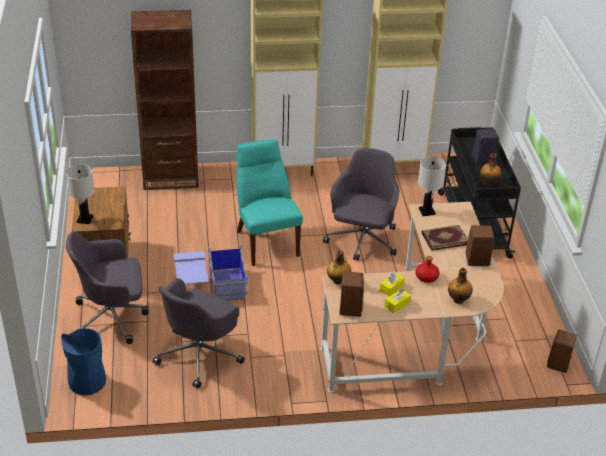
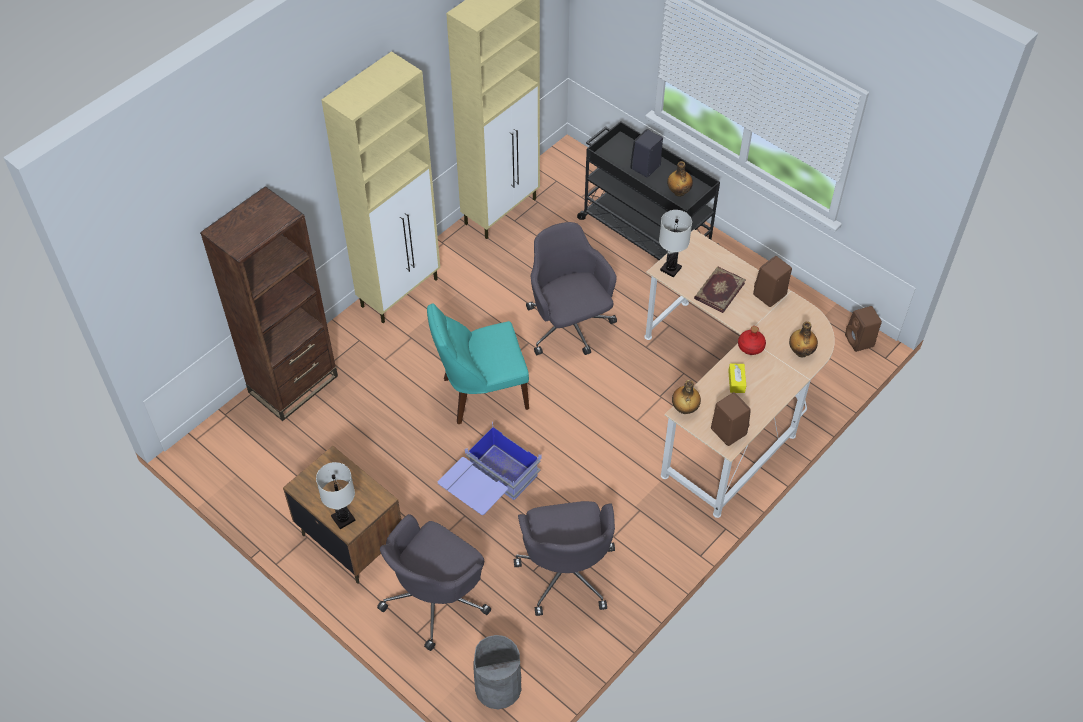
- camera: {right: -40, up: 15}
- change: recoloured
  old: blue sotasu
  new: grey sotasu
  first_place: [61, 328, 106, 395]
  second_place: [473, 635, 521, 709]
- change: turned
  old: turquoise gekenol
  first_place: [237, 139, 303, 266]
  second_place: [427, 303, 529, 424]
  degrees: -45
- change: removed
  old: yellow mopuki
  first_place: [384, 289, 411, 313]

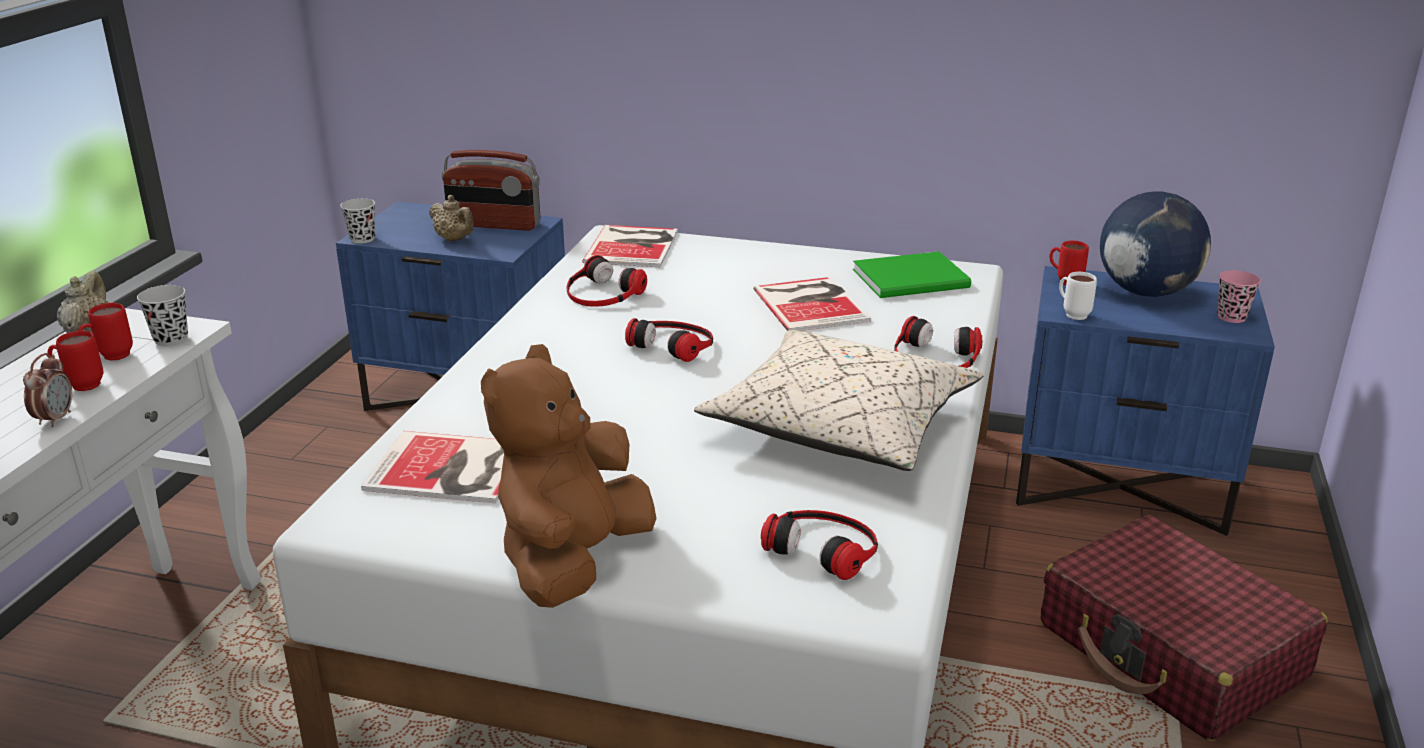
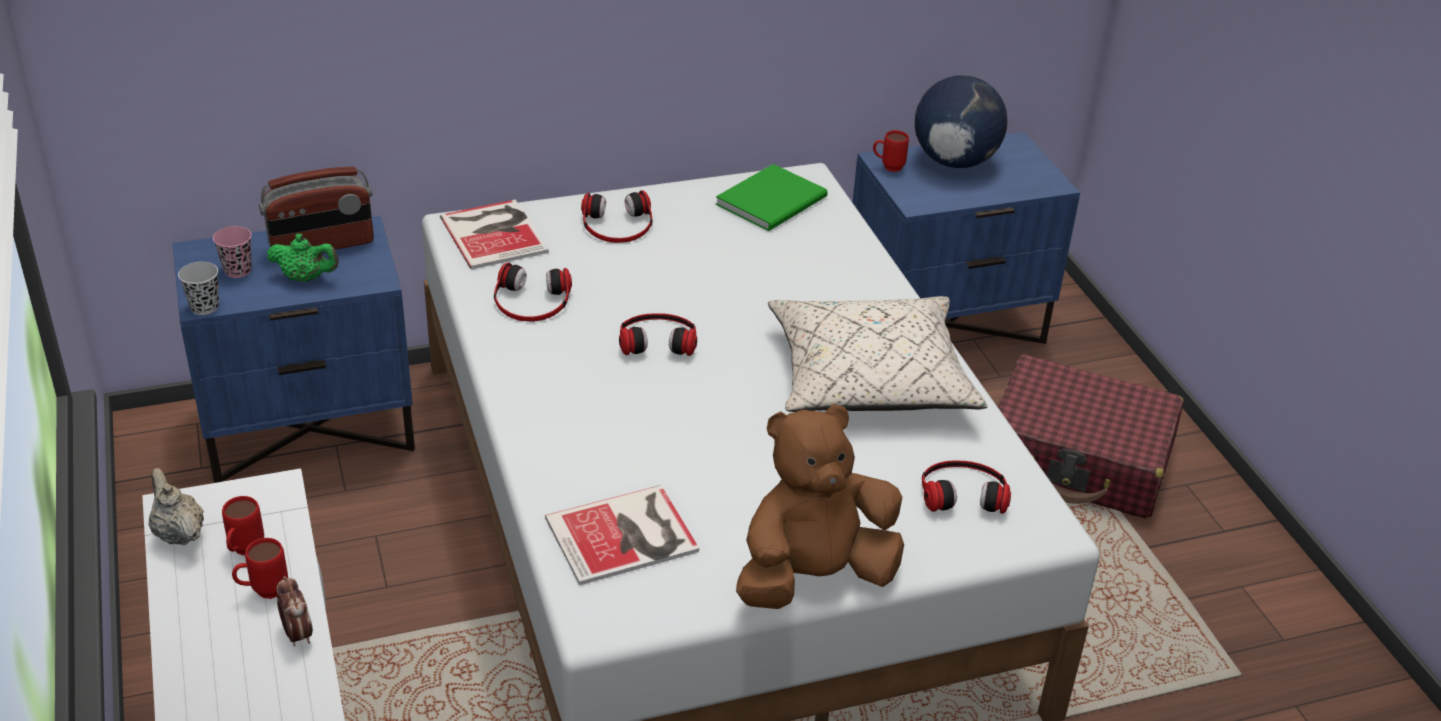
- camera: {right: -35, up: 10}
- change: removed
  old: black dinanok
  first_place: [137, 285, 188, 346]
- change: recoloured
  old: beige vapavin
  new: green vapavin
  first_place: [429, 195, 474, 241]
  second_place: [267, 234, 339, 282]
- change: turned
  old: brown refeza
  first_place: [481, 344, 656, 608]
  second_place: [736, 404, 904, 609]
  degrees: 75
- change: removed
  old: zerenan
  first_place: [753, 277, 871, 331]
- change: moved
  old: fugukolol
  first_place: [894, 316, 982, 368]
  second_place: [581, 190, 653, 243]
- change: removed
  old: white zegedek
  first_place: [1059, 272, 1097, 320]
- change: moved
  old: pink dinanok
  first_place: [1217, 270, 1261, 323]
  second_place: [213, 226, 252, 278]

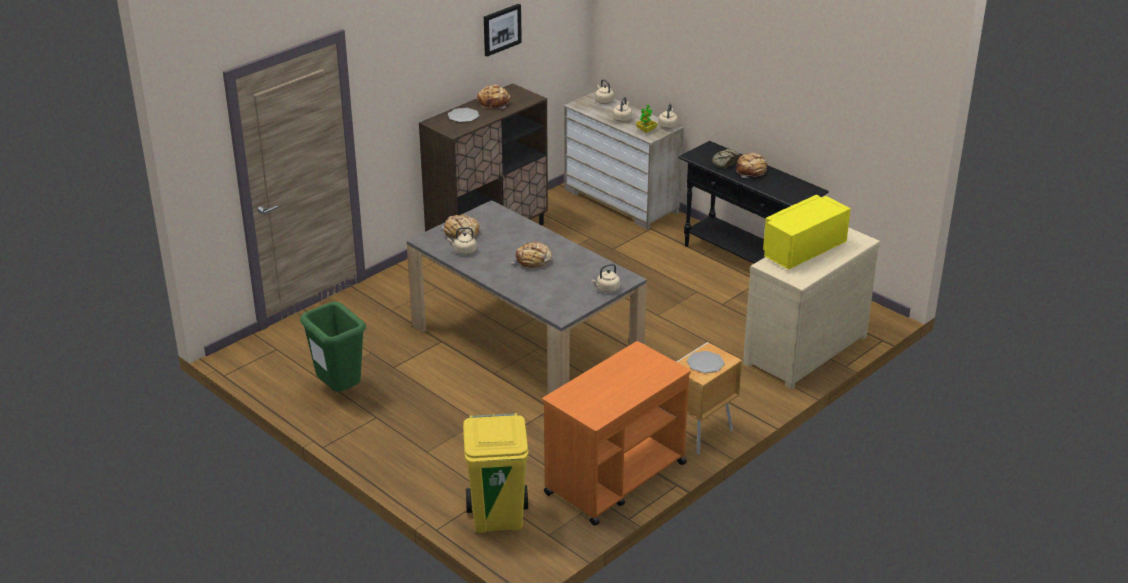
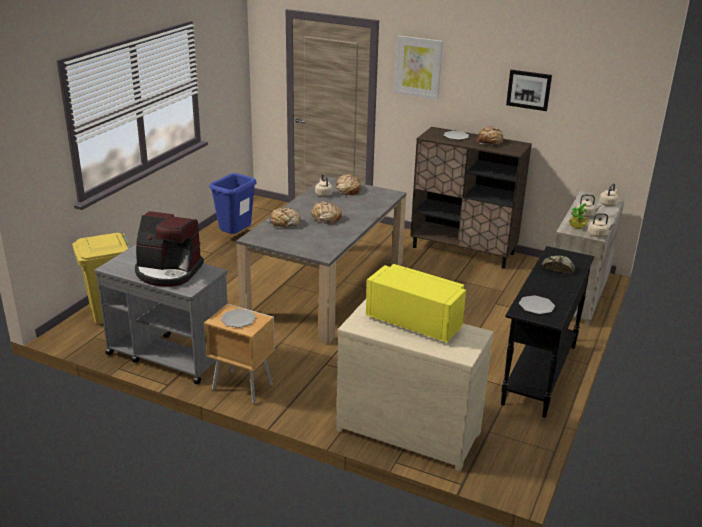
- camera: {right: 70, up: -5}
- change: recoloured
  old: green sotasu
  new: blue sotasu
  first_place: [300, 301, 366, 392]
  second_place: [209, 173, 256, 234]
- change: recoloured
  old: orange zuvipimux
  new: grey zuvipimux
  first_place: [542, 341, 691, 526]
  second_place: [95, 245, 228, 384]
- change: removed
  old: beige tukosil
  first_place: [591, 264, 620, 293]
- change: moved
  old: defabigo
  first_place: [736, 153, 767, 178]
  second_place: [267, 207, 300, 229]
- change: added
  new: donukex
  second_place: [135, 211, 204, 287]
- change: added
  new: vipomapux
  second_place: [395, 35, 443, 99]
- change: added
  new: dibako
  second_place: [519, 295, 555, 314]

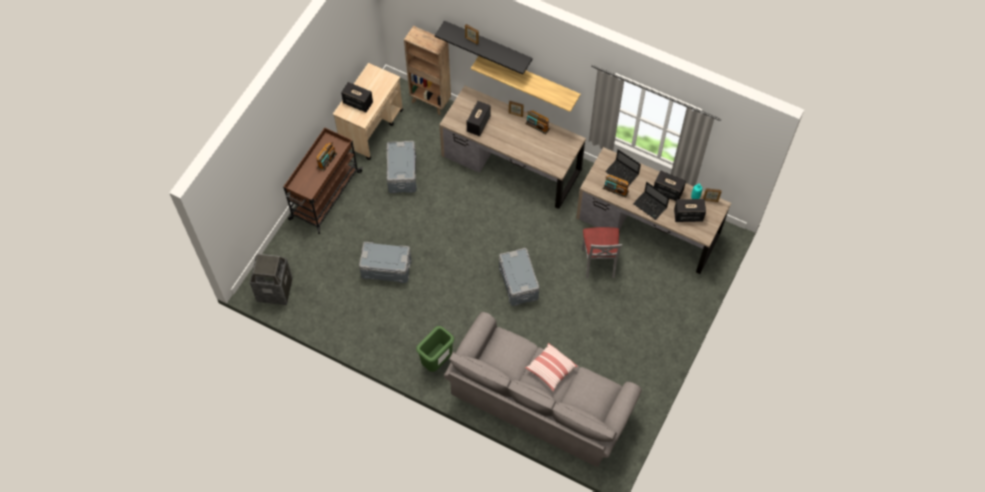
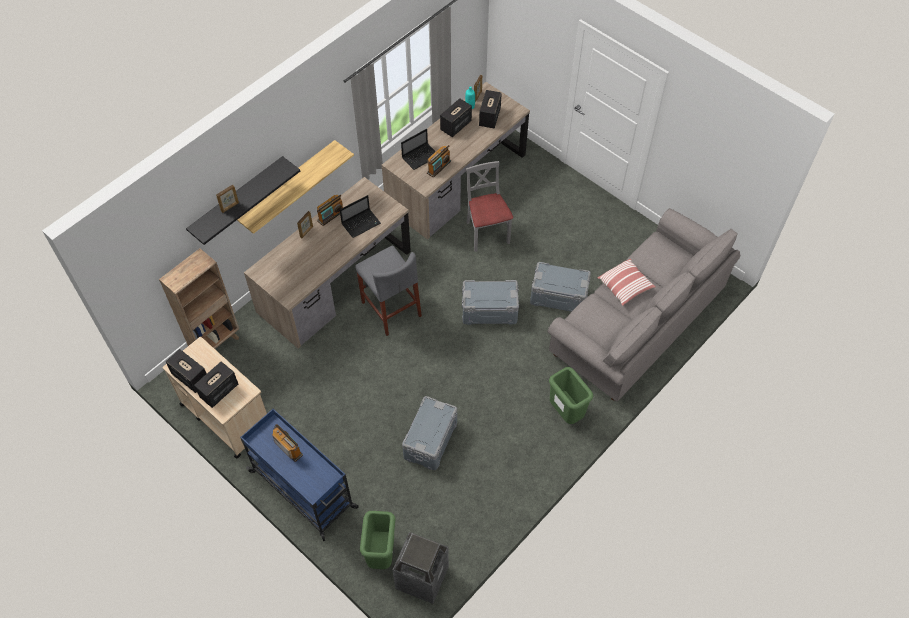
- camera: {right: -75, up: -5}
- change: recoloured
  old: brown zuvipimux
  new: blue zuvipimux
  first_place: [283, 127, 363, 234]
  second_place: [240, 409, 359, 541]
- change: moved
  old: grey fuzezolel
  first_place: [386, 141, 417, 193]
  second_place: [530, 262, 591, 312]
- change: moved
  old: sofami
  first_place: [467, 101, 491, 136]
  second_place: [166, 349, 207, 393]
- change: turned
  old: grey gekenol
  first_place: [582, 227, 622, 279]
  second_place: [466, 161, 513, 252]
  degrees: -120
- change: moved
  old: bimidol
  first_place: [633, 182, 669, 220]
  second_place: [340, 195, 381, 238]
- change: added
  new: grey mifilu
  second_place: [355, 246, 422, 336]
- change: added
  new: green sotasu
  second_place: [360, 511, 395, 569]

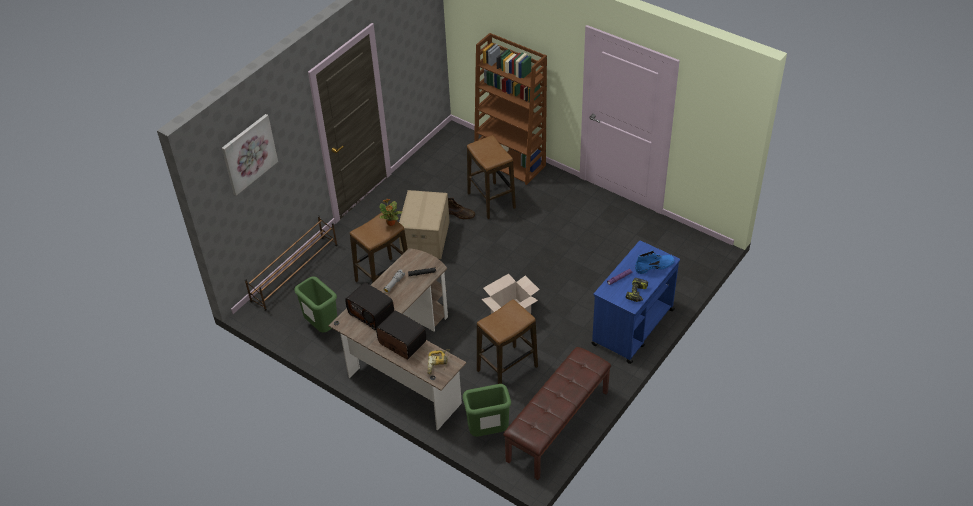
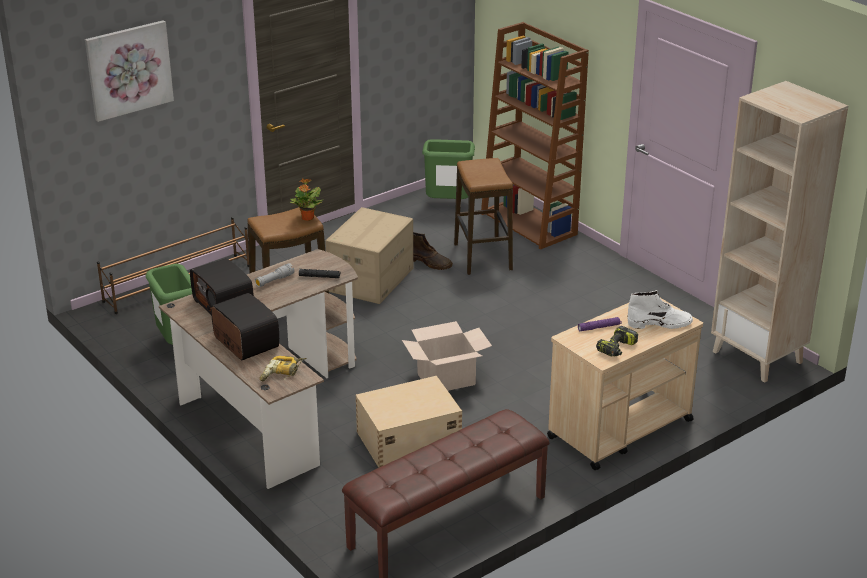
- camera: {right: 15, up: -15}
- change: moved
  old: green sotasu
  first_place: [463, 384, 511, 437]
  second_place: [422, 139, 475, 199]
- change: replaced
  old: mifilu
  new: beige fuzezolel
  first_place: [477, 299, 538, 384]
  second_place: [356, 376, 462, 468]
- change: recoloured
  old: blue zuvipimux
  new: beige zuvipimux
  first_place: [592, 241, 680, 364]
  second_place: [547, 297, 703, 470]
- change: recoloured
  old: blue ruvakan
  new: white ruvakan
  first_place: [635, 250, 675, 274]
  second_place: [628, 290, 693, 329]
- change: added
  new: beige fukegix
  second_place: [711, 81, 848, 383]

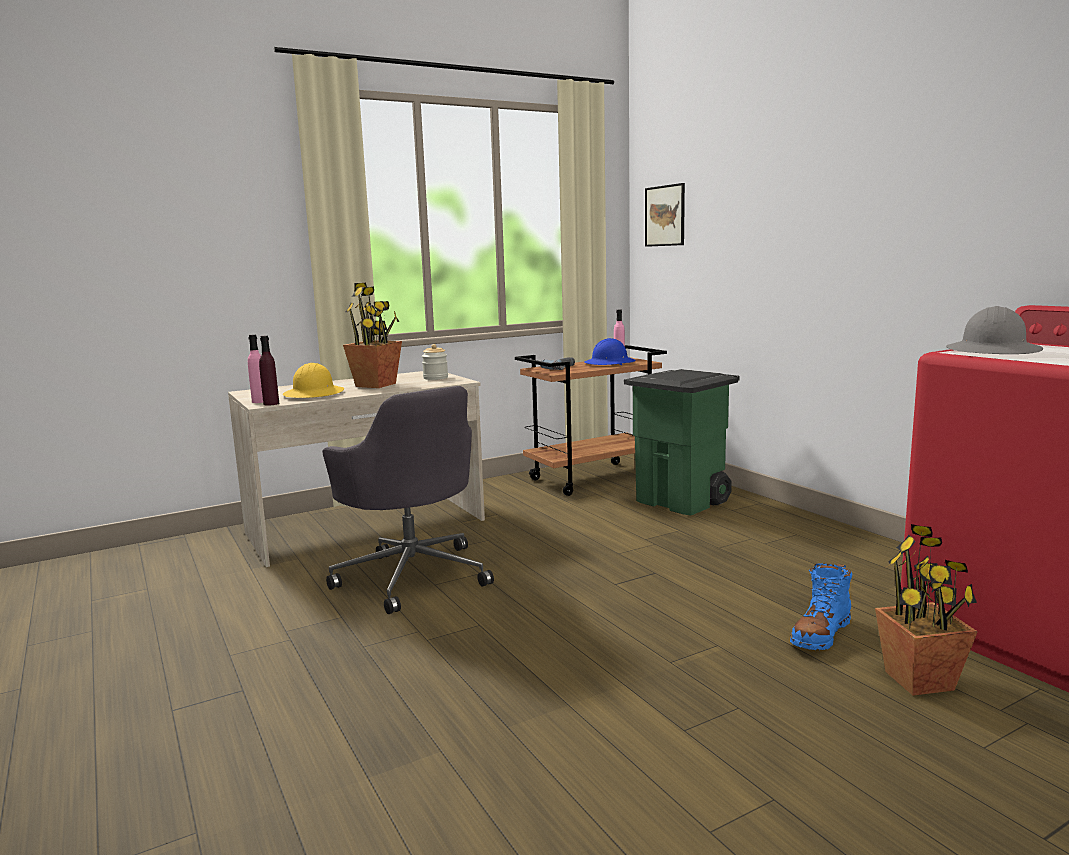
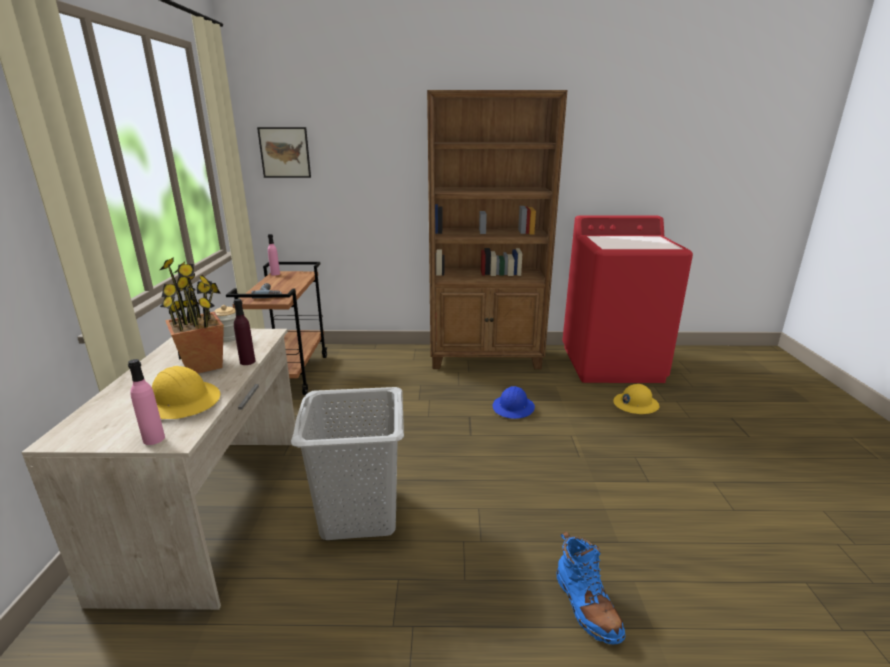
- camera: {right: -60, up: 10}
- change: moved
  old: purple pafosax
  first_place: [259, 336, 279, 406]
  second_place: [233, 299, 255, 365]
- change: replaced
  old: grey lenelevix
  new: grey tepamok
  first_place: [322, 386, 494, 614]
  second_place: [291, 387, 404, 540]
- change: moved
  old: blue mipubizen
  first_place: [584, 338, 636, 365]
  second_place: [493, 386, 535, 419]
- change: removed
  old: green sotasu
  first_place: [624, 369, 740, 516]
- change: moved
  old: blue ruvakan
  first_place: [790, 563, 852, 650]
  second_place: [556, 531, 626, 644]
- change: replaced
  old: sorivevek
  new: yellow mipubizen
  first_place: [875, 524, 978, 696]
  second_place: [613, 384, 659, 414]
- change: removed
  old: grey mipubizen
  first_place: [946, 306, 1043, 354]
- change: added
  new: brown fukegix
  second_place: [427, 90, 567, 369]

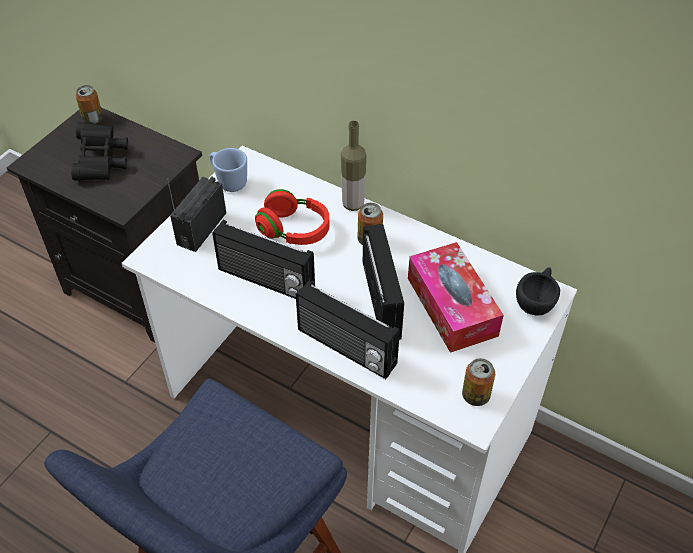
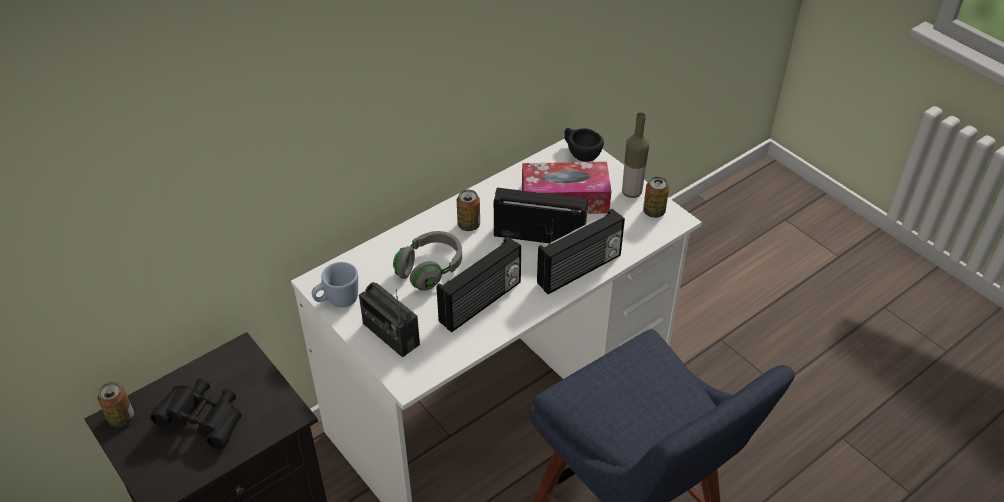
- camera: {right: -70, up: -5}
- change: recoloured
  old: red fugukolol
  new: grey fugukolol
  first_place: [255, 189, 329, 245]
  second_place: [393, 231, 462, 290]
- change: moved
  old: pafosax
  first_place: [341, 121, 367, 211]
  second_place: [622, 112, 649, 198]

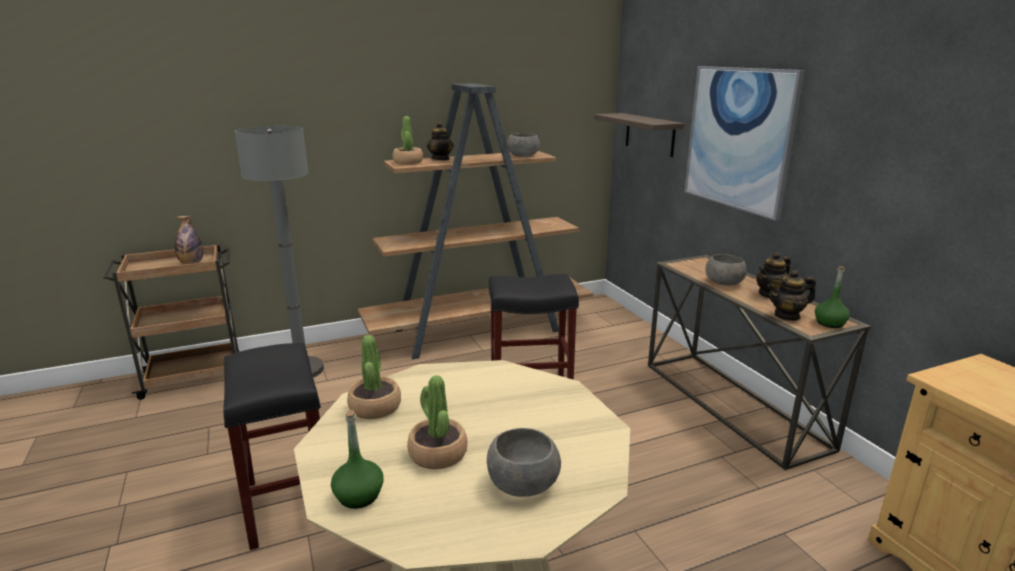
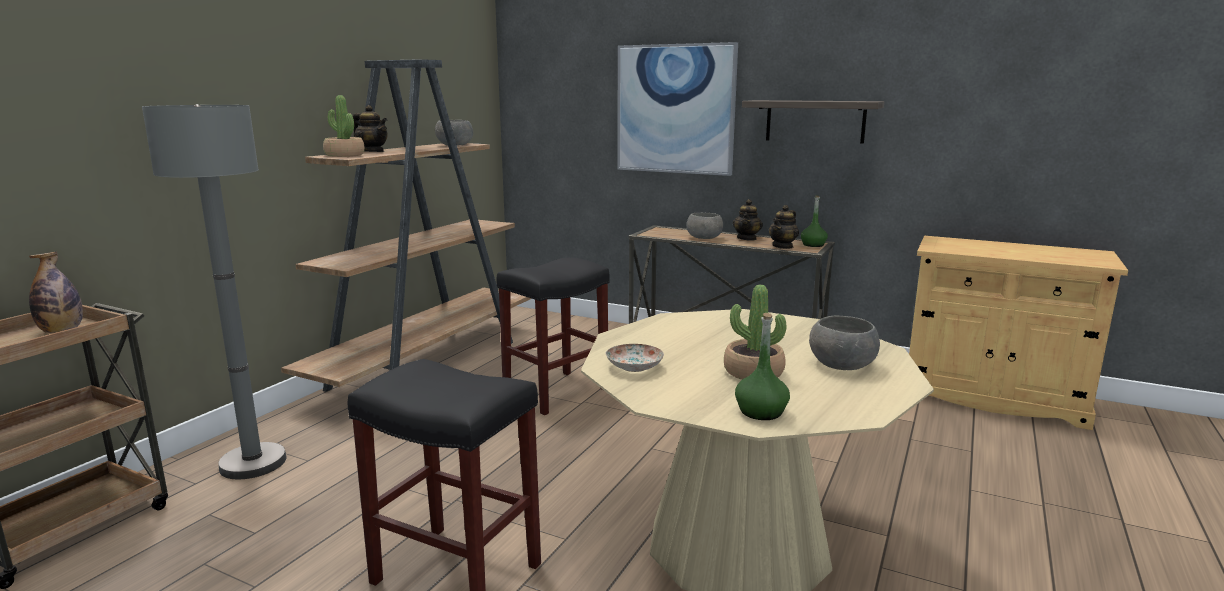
- camera: {right: -40, up: -5}
- change: replaced
  old: sorivevek
  new: dibako
  first_place: [347, 335, 401, 419]
  second_place: [606, 344, 664, 372]
- change: moved
  old: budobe
  first_place: [594, 113, 685, 157]
  second_place: [742, 100, 884, 144]

